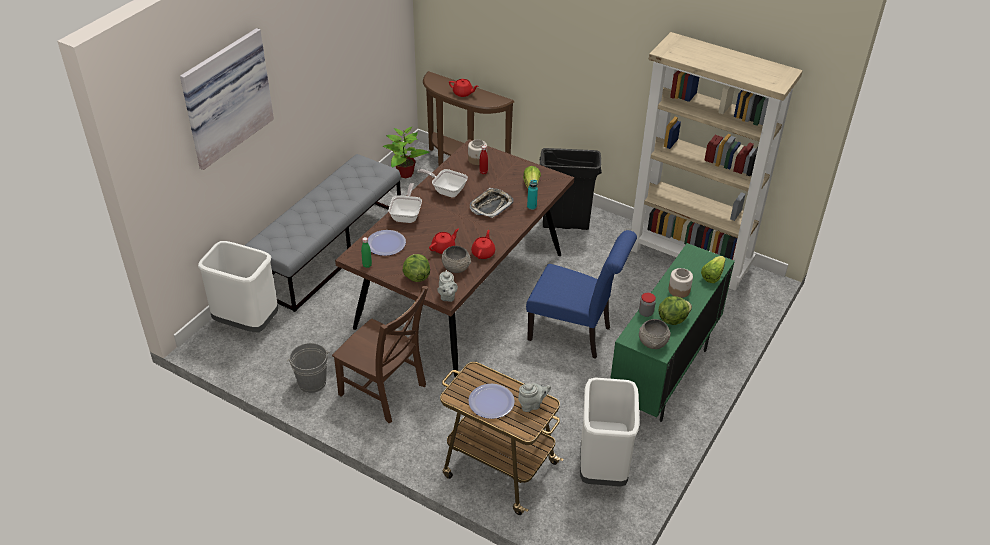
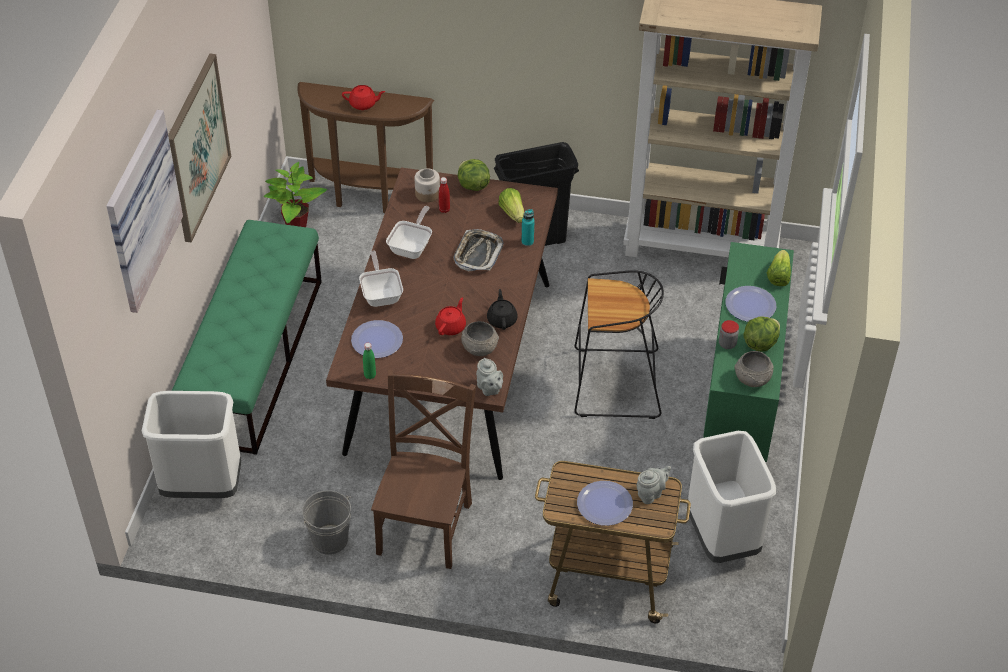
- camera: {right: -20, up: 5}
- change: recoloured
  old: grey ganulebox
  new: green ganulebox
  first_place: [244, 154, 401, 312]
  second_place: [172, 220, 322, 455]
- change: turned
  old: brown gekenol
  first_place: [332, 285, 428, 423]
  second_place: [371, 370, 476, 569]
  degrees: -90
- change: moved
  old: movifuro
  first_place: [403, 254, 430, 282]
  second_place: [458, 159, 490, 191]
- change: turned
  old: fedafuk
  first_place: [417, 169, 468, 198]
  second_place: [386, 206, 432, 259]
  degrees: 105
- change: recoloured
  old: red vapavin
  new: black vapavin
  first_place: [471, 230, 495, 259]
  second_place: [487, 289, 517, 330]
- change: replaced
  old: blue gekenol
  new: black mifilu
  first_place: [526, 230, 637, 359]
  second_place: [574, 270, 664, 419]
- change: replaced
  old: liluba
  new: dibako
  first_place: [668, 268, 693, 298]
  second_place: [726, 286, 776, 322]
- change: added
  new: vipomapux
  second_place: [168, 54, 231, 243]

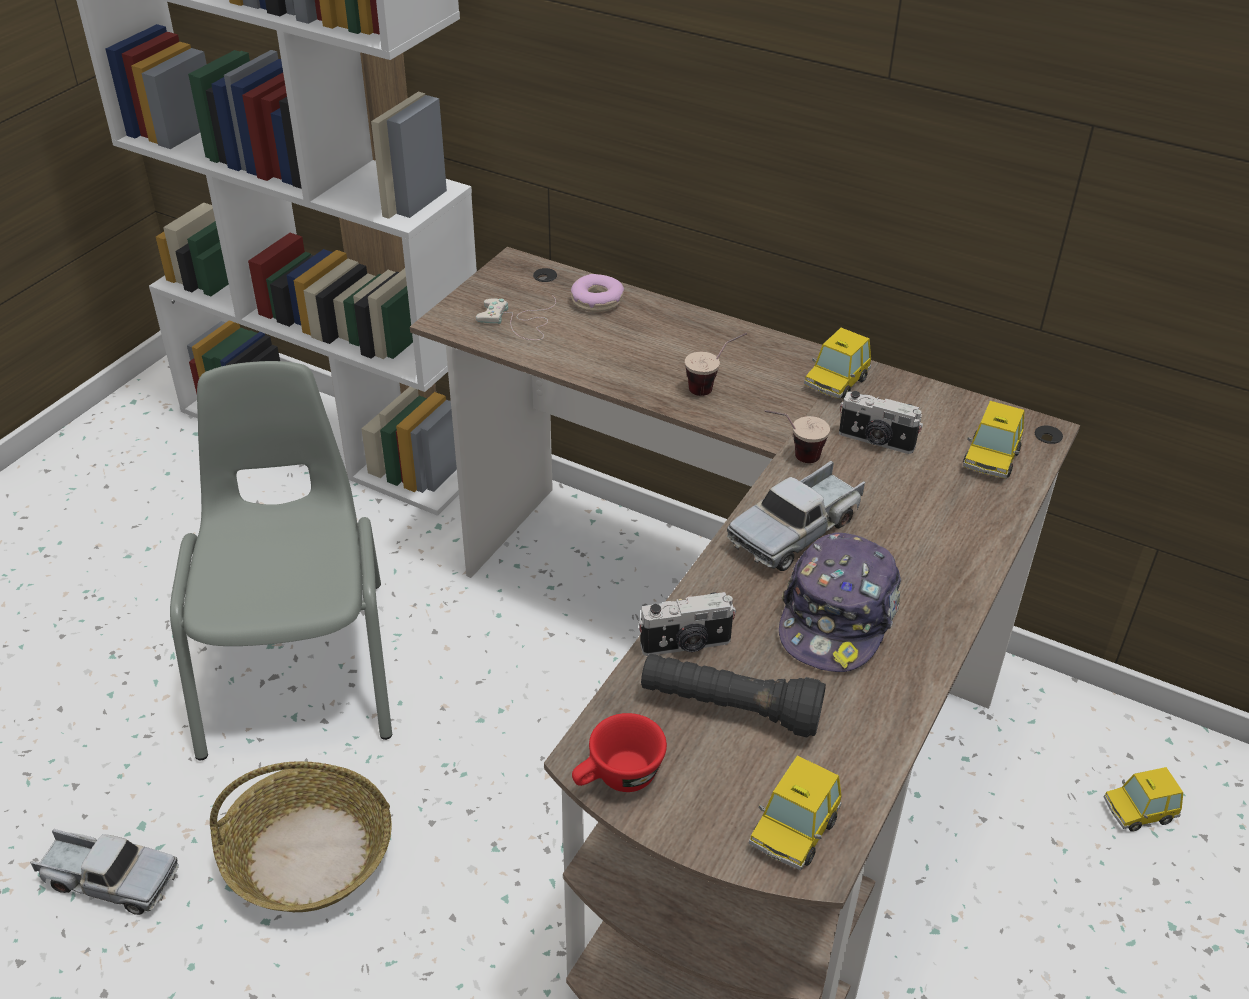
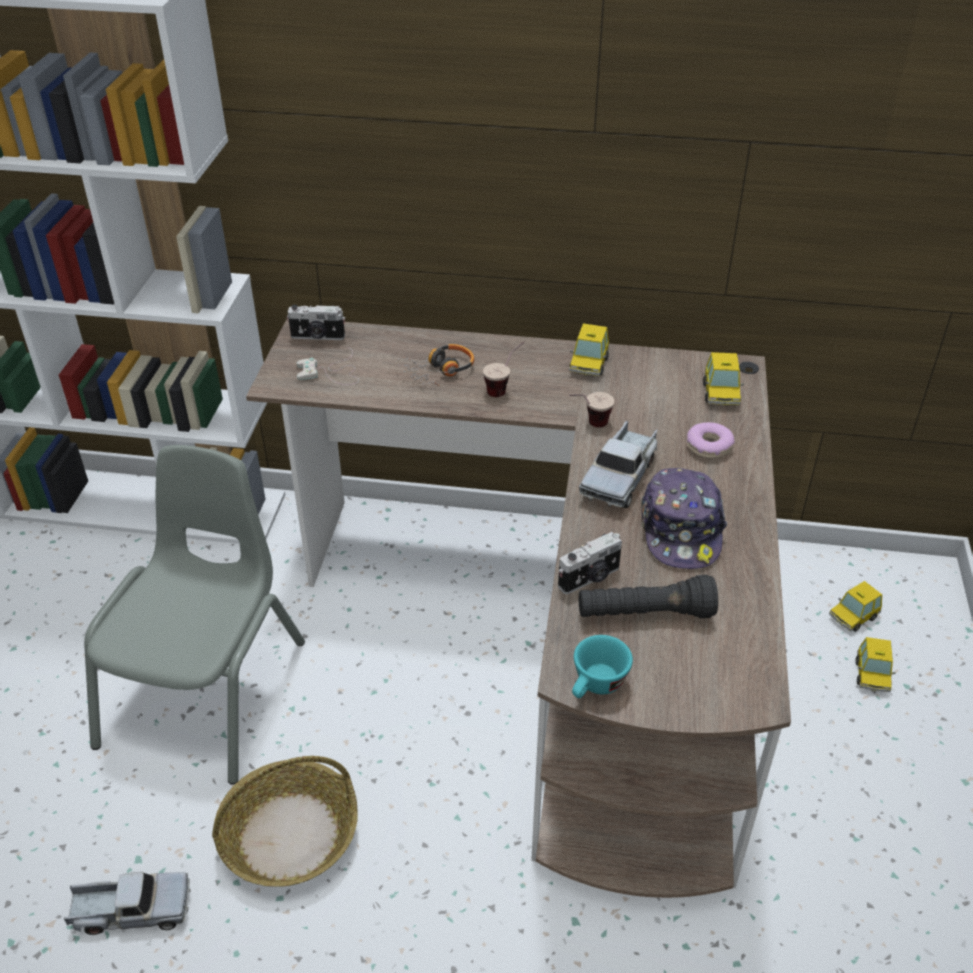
- camera: {right: -20, up: 0}
- change: turned
  old: grey gekenol
  first_place: [170, 361, 392, 760]
  second_place: [84, 445, 305, 785]
  degrees: 45
- change: moved
  old: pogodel
  first_place: [571, 274, 624, 312]
  second_place: [687, 422, 735, 459]
- change: recoloured
  old: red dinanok
  new: turquoise dinanok
  first_place: [572, 713, 667, 792]
  second_place: [572, 635, 633, 698]
- change: moved
  old: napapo
  first_place: [749, 755, 842, 870]
  second_place: [855, 637, 896, 692]
- change: moved
  old: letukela
  first_place: [839, 391, 923, 454]
  second_place: [287, 305, 345, 340]
- change: added
  new: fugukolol
  second_place: [396, 344, 474, 386]

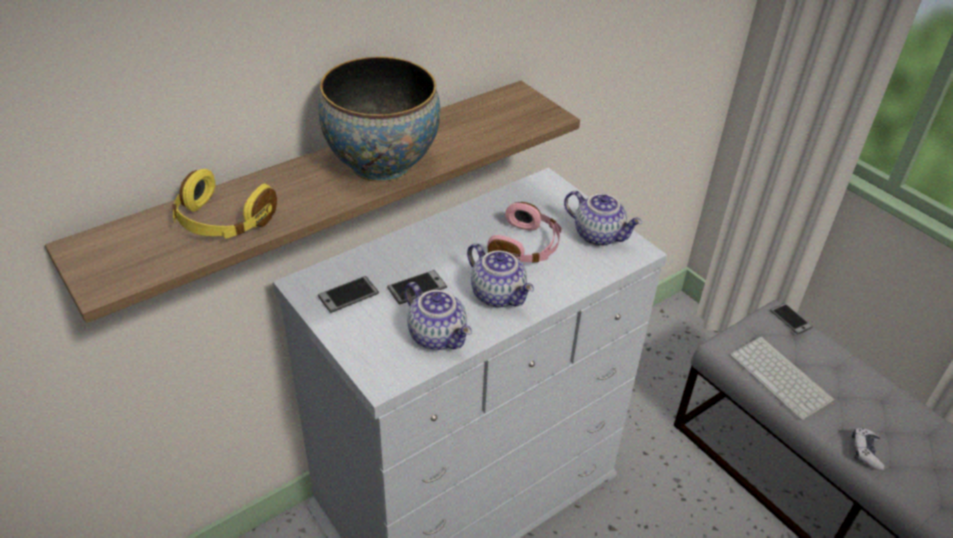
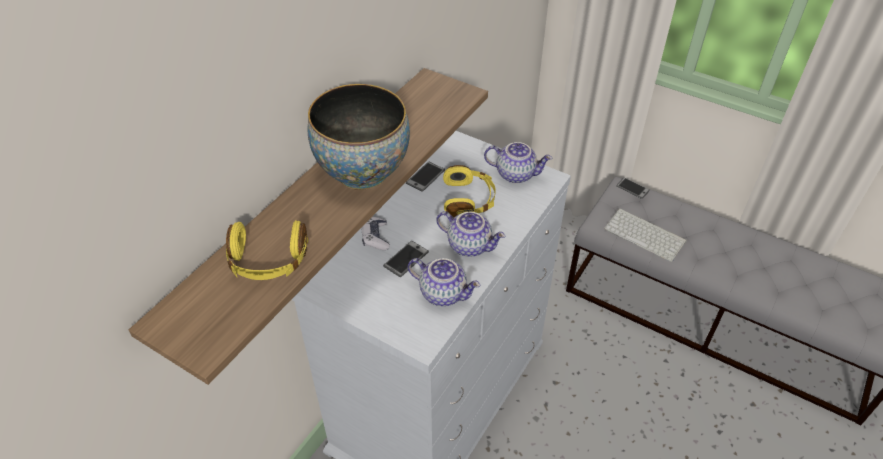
- camera: {right: -20, up: 5}
- change: moved
  old: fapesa
  first_place: [318, 276, 379, 313]
  second_place: [406, 162, 445, 192]
- change: recoloured
  old: pink fugukolol
  new: yellow fugukolol
  first_place: [487, 202, 562, 263]
  second_place: [443, 165, 496, 217]
- change: moved
  old: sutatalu
  first_place: [852, 428, 884, 470]
  second_place: [361, 217, 390, 250]

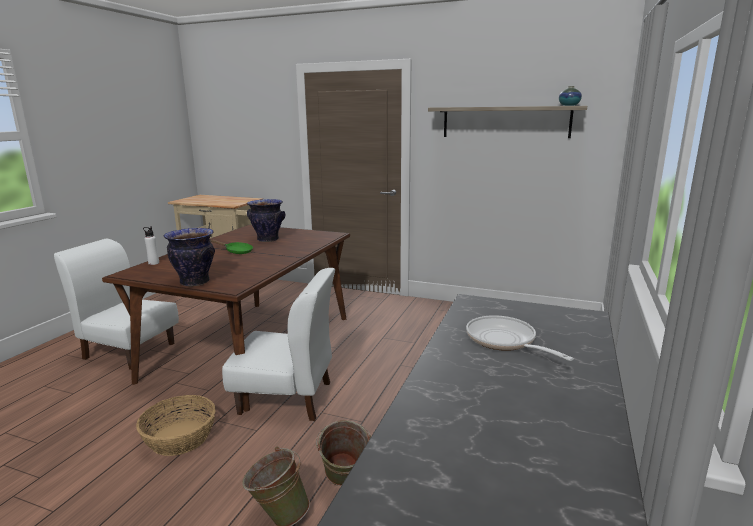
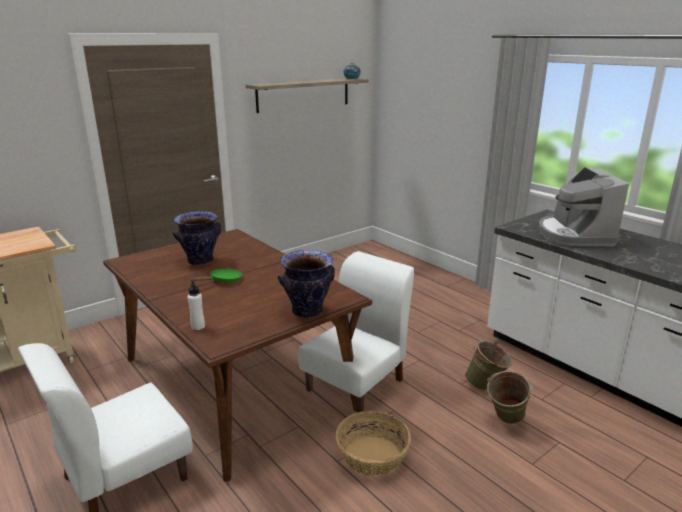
- camera: {right: -60, up: 5}
- change: replaced
  old: fedafuk
  new: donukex
  first_place: [466, 315, 574, 361]
  second_place: [538, 167, 629, 246]

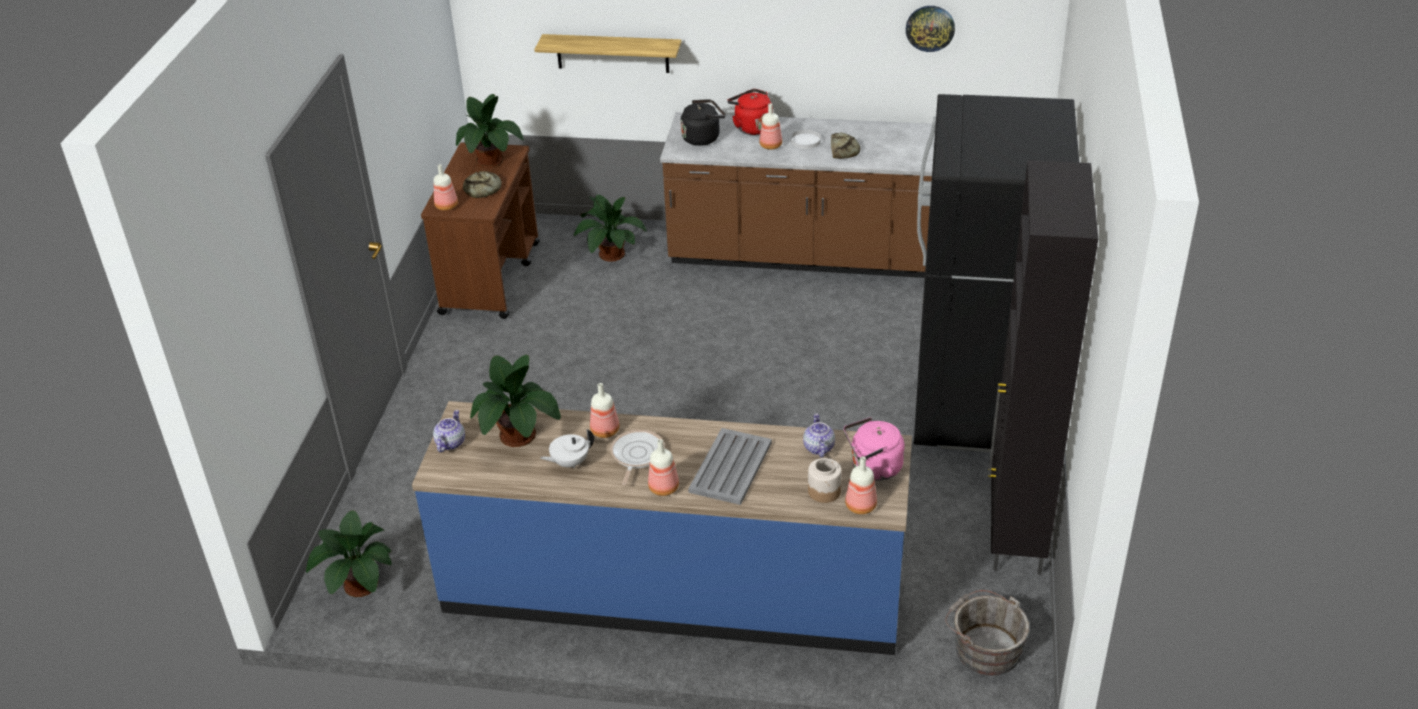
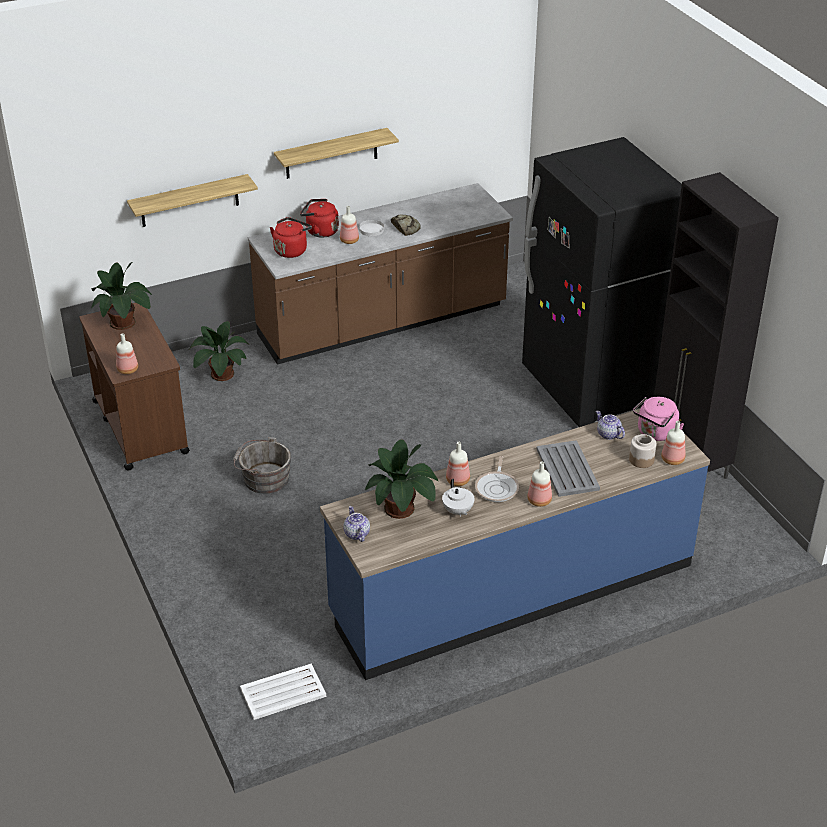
- camera: {right: -35, up: 0}
- change: replaced
  old: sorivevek
  new: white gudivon
  first_place: [306, 510, 392, 597]
  second_place: [240, 663, 326, 720]
- change: removed
  old: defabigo
  first_place: [463, 171, 502, 198]
- change: turned
  old: white vapavin
  first_place: [540, 429, 594, 468]
  second_place: [442, 479, 475, 517]
  degrees: -45
- change: turned
  old: fedafuk
  first_place: [610, 430, 665, 485]
  second_place: [475, 456, 519, 502]
  degrees: -150
- change: recoloured
  old: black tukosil
  new: red tukosil
  first_place: [681, 99, 726, 146]
  second_place: [270, 217, 312, 258]
- change: removed
  old: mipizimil
  first_place: [906, 6, 955, 52]
- change: moved
  old: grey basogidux
  first_place: [945, 590, 1030, 676]
  second_place: [233, 437, 292, 494]
- change: added
  new: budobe
  second_place: [274, 128, 399, 179]

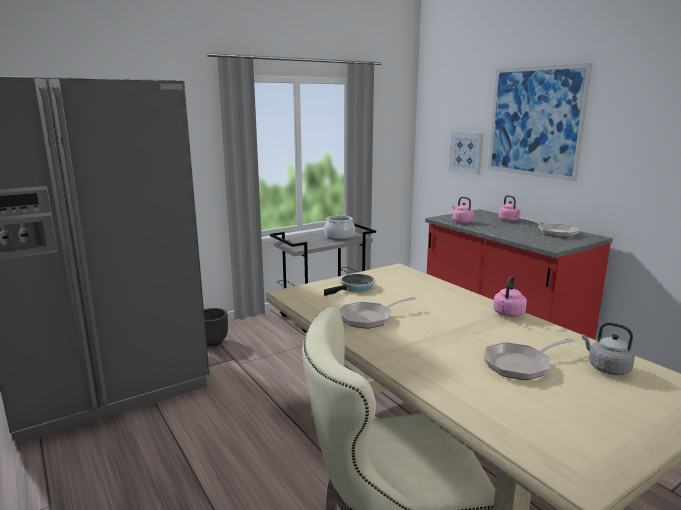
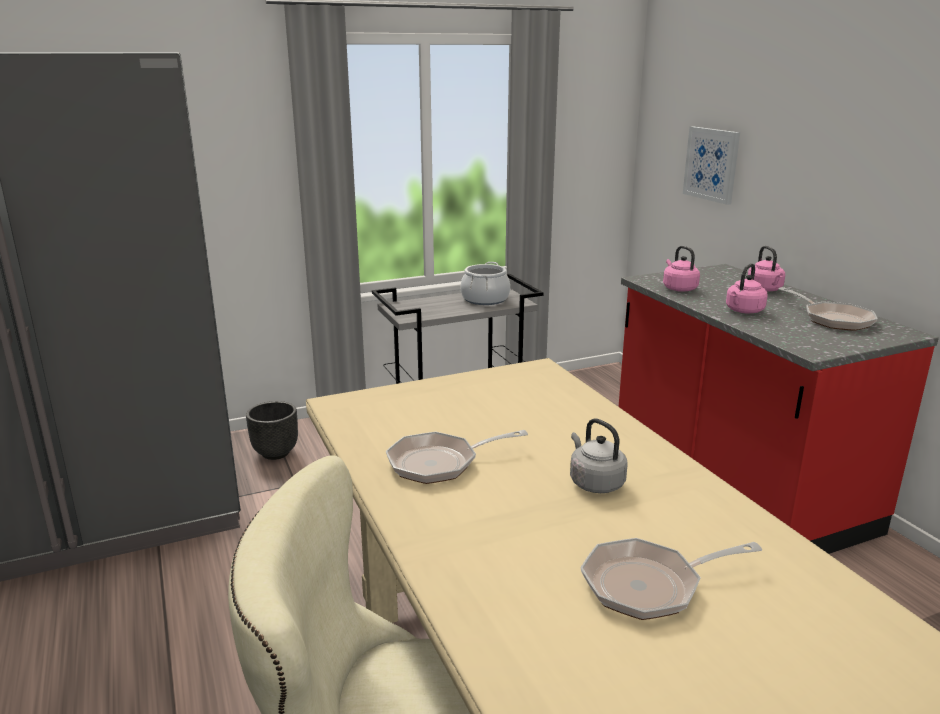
- camera: {right: 10, up: 5}
- change: removed
  old: fedafuk
  first_place: [324, 274, 375, 296]
- change: removed
  old: vipomapux
  first_place: [488, 63, 592, 181]
- change: moved
  old: pink tukosil
  first_place: [493, 276, 527, 317]
  second_place: [726, 263, 768, 314]
- change: moved
  old: grey tukosil
  first_place: [582, 322, 635, 375]
  second_place: [570, 418, 627, 493]

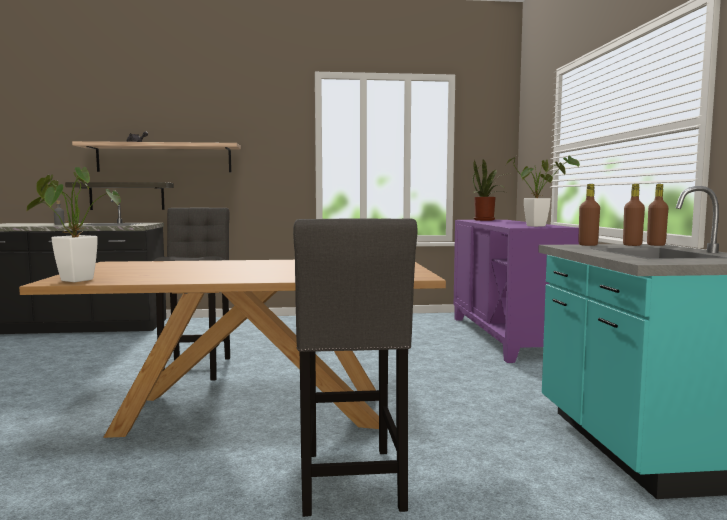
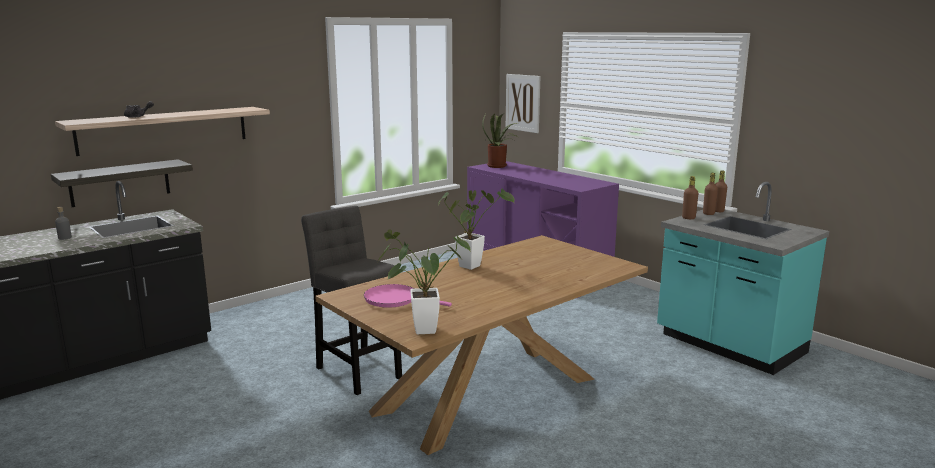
- camera: {right: -35, up: 10}
- change: removed
  old: grey mifilu
  first_place: [293, 218, 417, 517]
- change: moved
  old: sorivevek
  first_place: [506, 156, 580, 227]
  second_place: [438, 189, 515, 270]
- change: added
  new: pink fedafuk
  second_place: [364, 284, 452, 308]
- change: added
  new: vipomapux
  second_place: [506, 74, 540, 133]

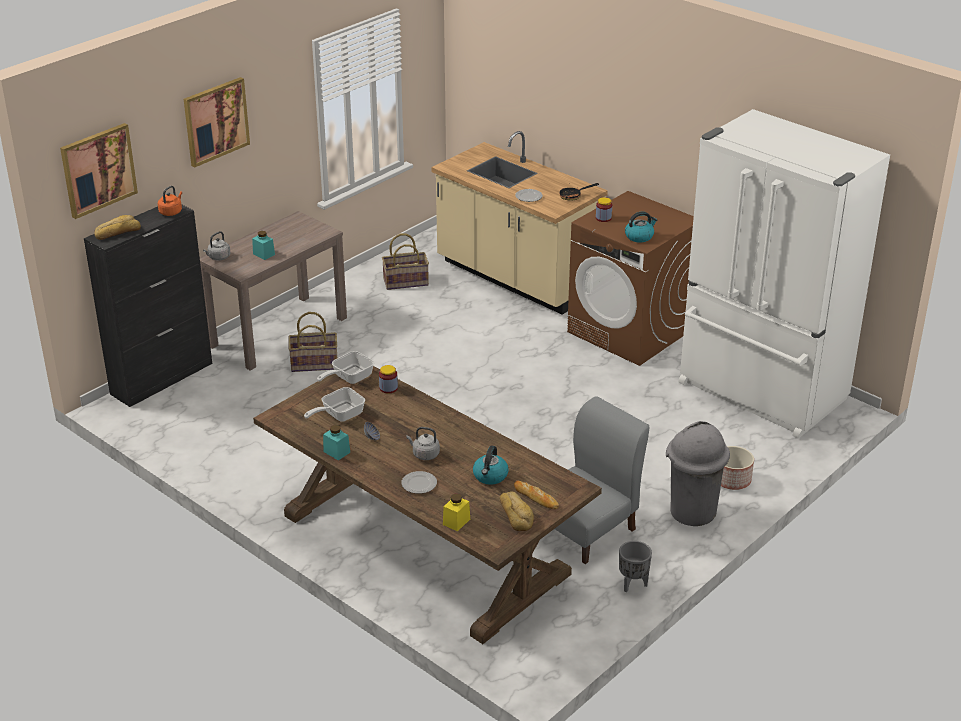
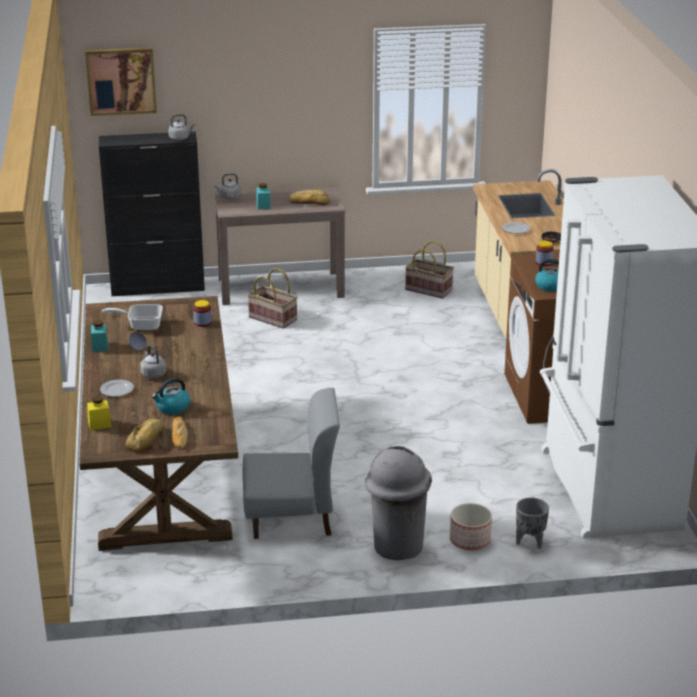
- camera: {right: 40, up: -5}
- change: moved
  old: defabigo
  first_place: [94, 215, 141, 240]
  second_place: [289, 190, 330, 205]
- change: recoloured
  old: orange tukosil
  new: grey tukosil
  first_place: [158, 186, 182, 216]
  second_place: [168, 114, 195, 140]
- change: removed
  old: vipomapux
  first_place: [184, 77, 250, 167]
- change: removed
  old: fedafuk
  first_place: [317, 351, 374, 384]
- change: moved
  old: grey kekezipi
  first_place: [619, 541, 652, 593]
  second_place: [516, 498, 549, 549]

